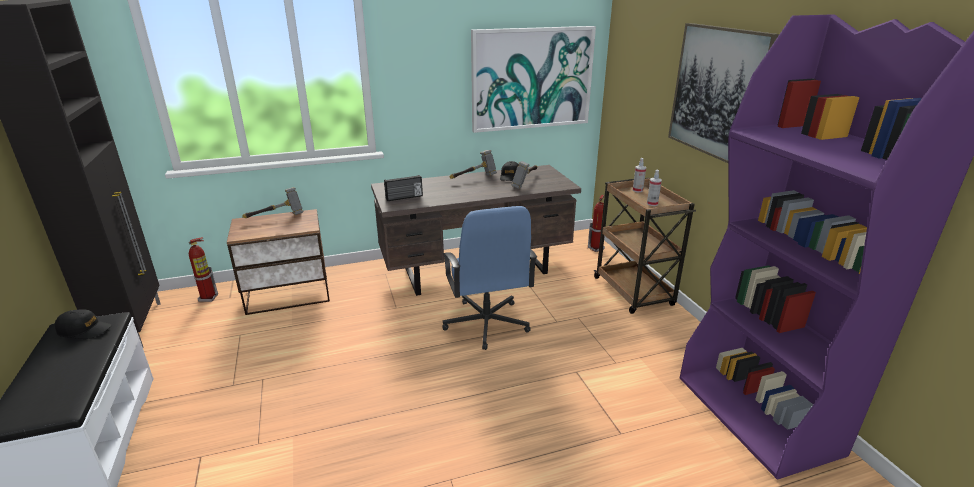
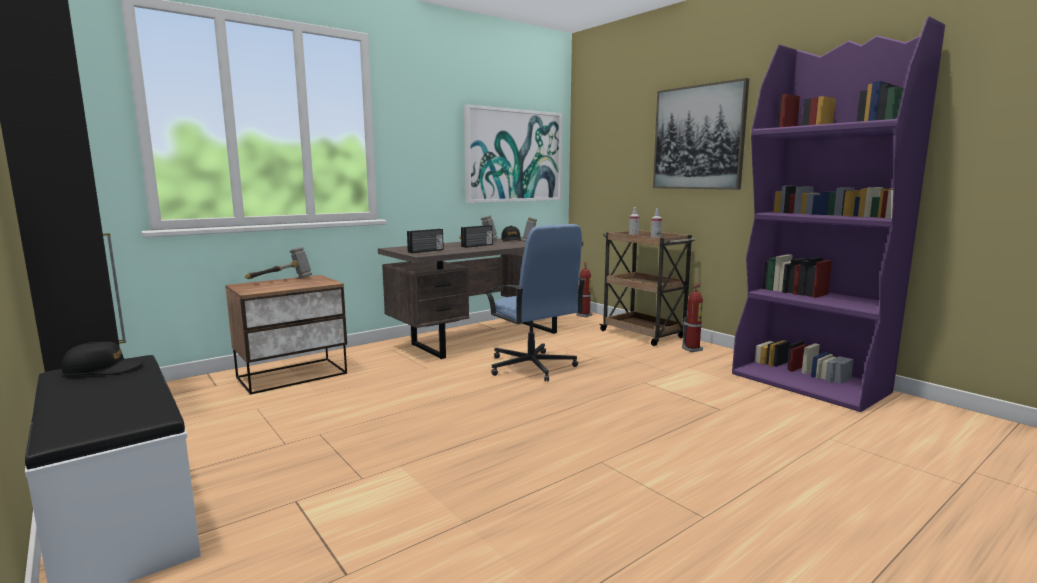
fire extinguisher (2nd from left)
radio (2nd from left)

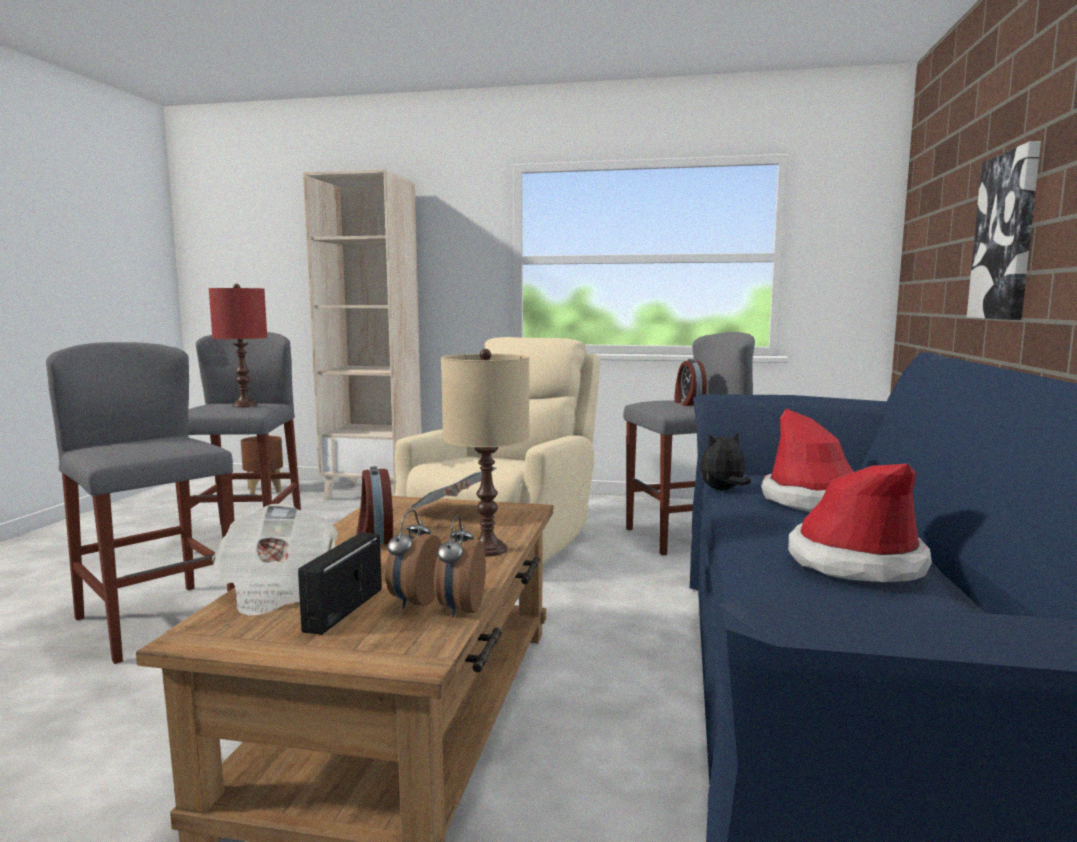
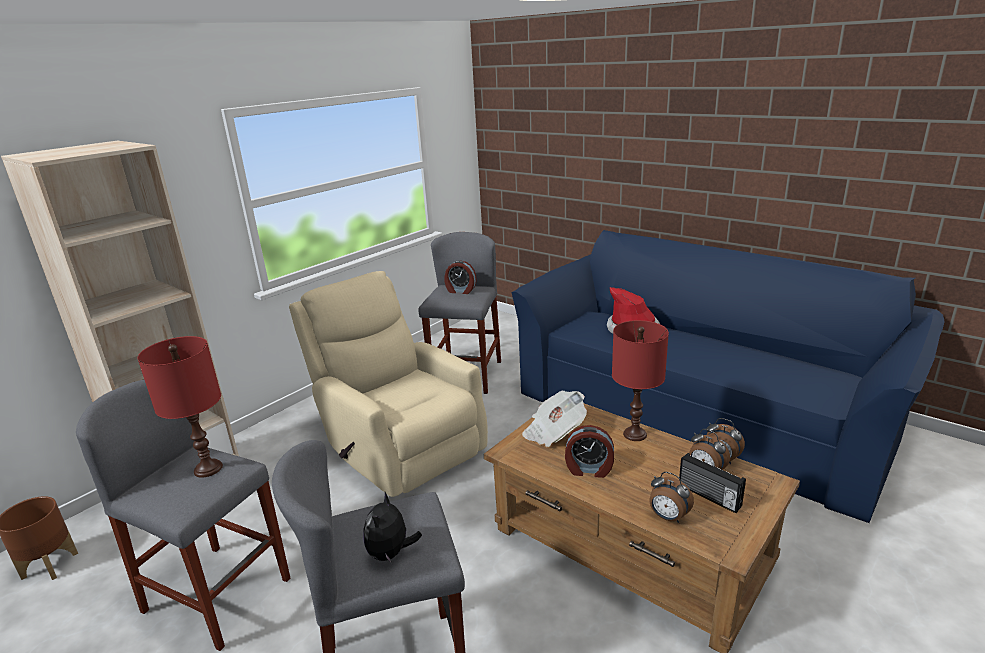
alarm clock (3rd from left)
red-coloured lamp for a table (2nd from left)
soft toy
wearable hat (2nd from left in the first image)
wall art

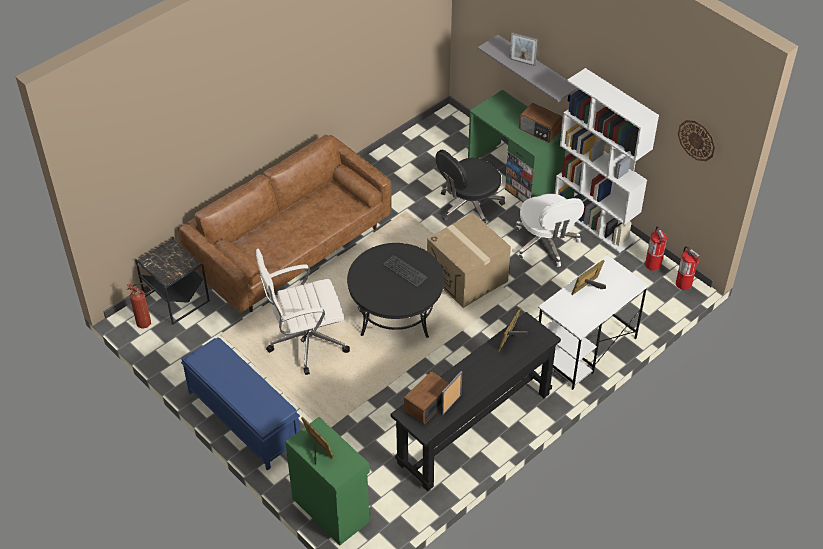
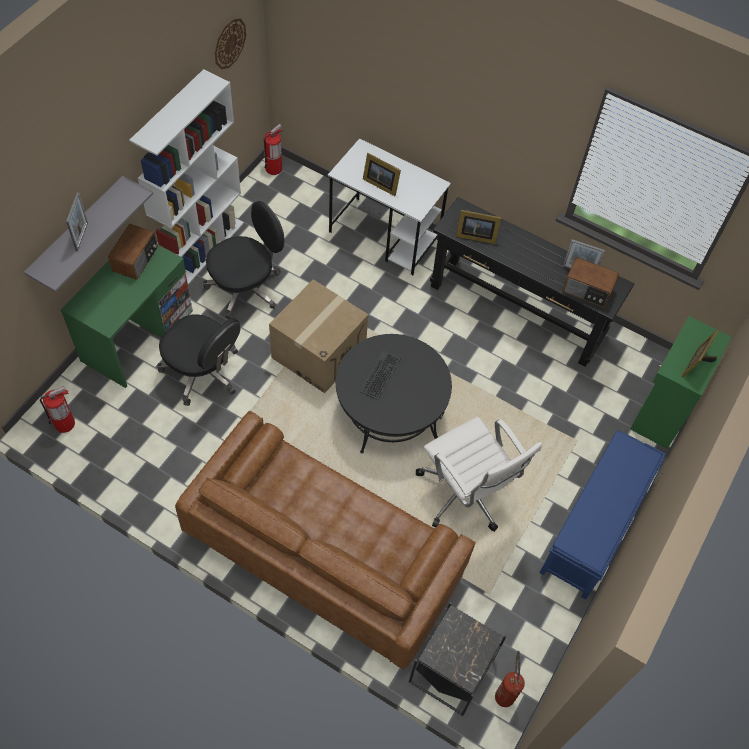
black desk chair (2nd from left)
fire extinguisher (1st from left)

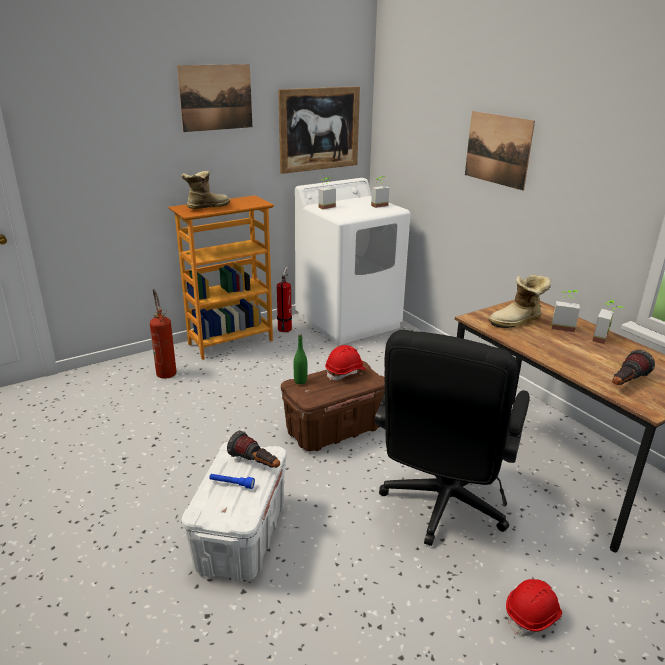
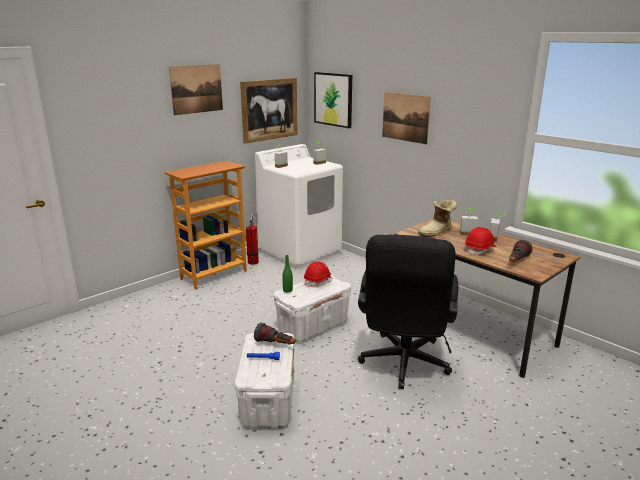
fire extinguisher (1st from left in the first image)
high-top boot (1st from left in the first image)
whitish storage container (2nd from left)
red-coloured safety helmet (2nd from left)
wall art (3rd from left)

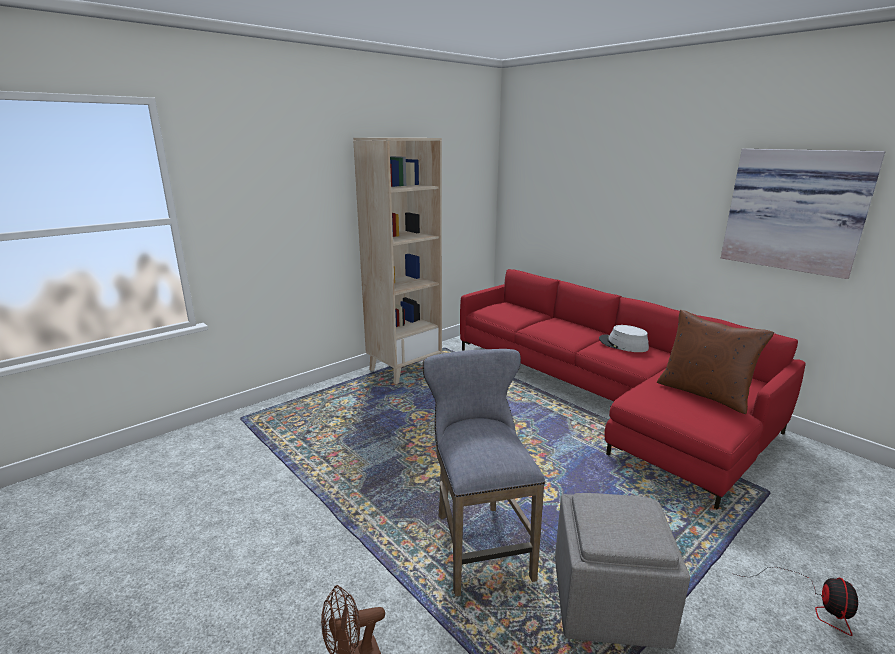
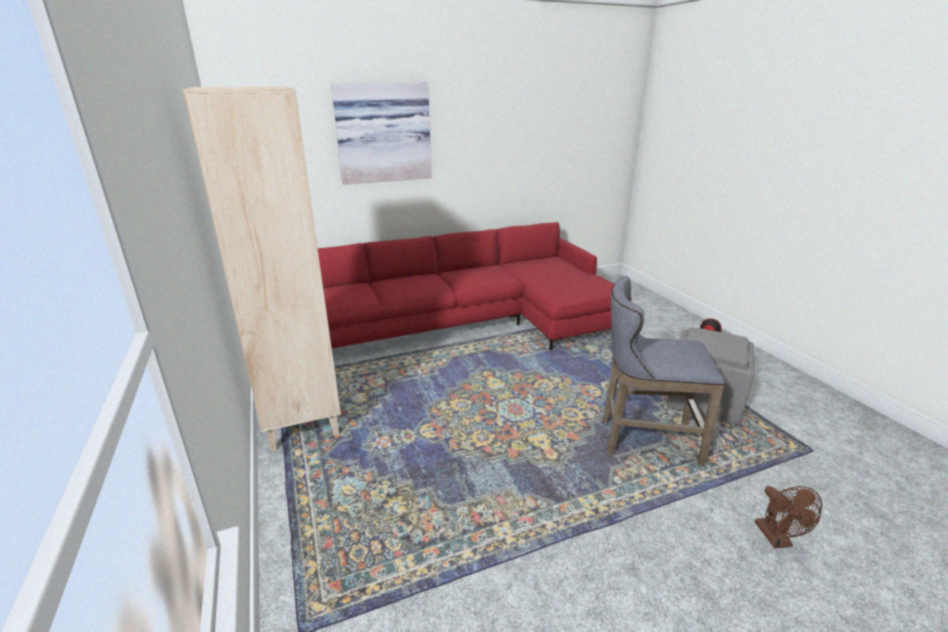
greyish wearable hat
brown cushion
wall art

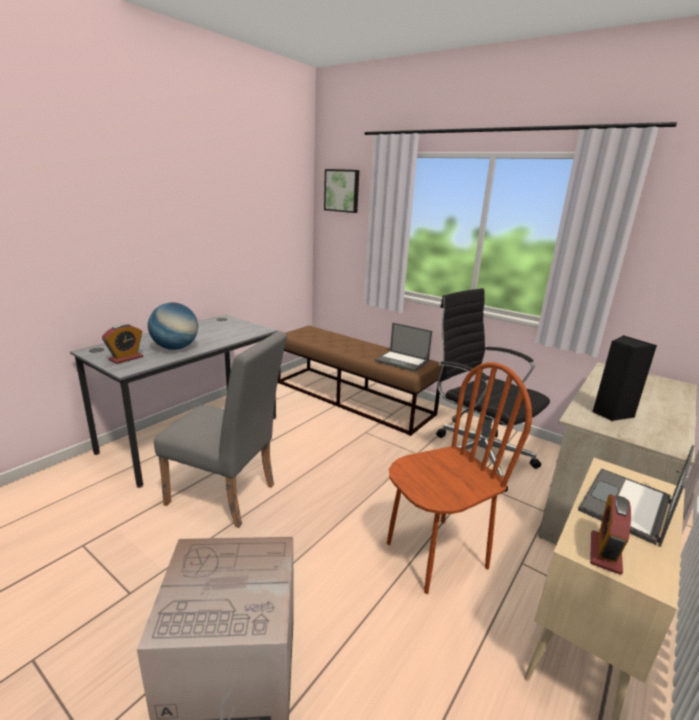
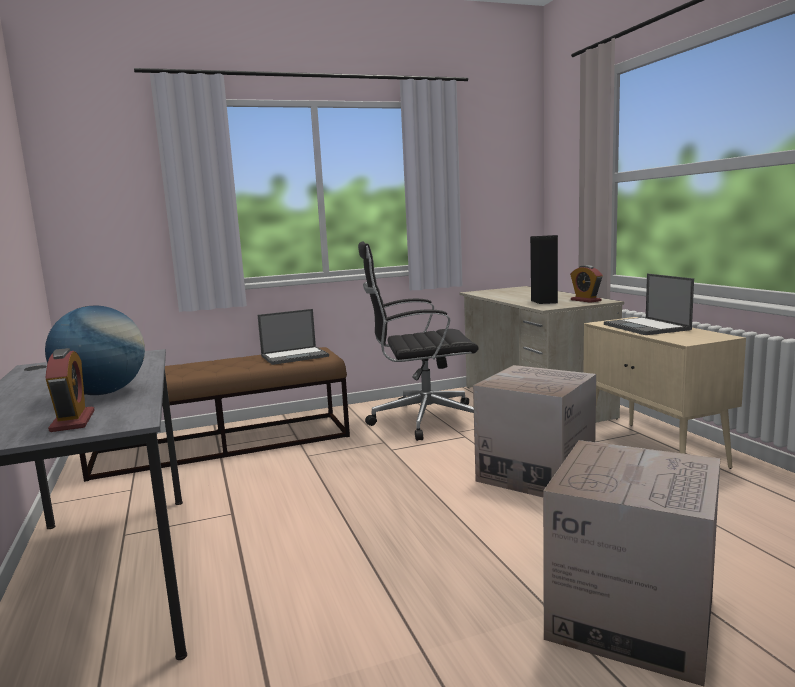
greyish upright chair
wall art
cardboard box (1st from left)
alarm clock (2nd from left)

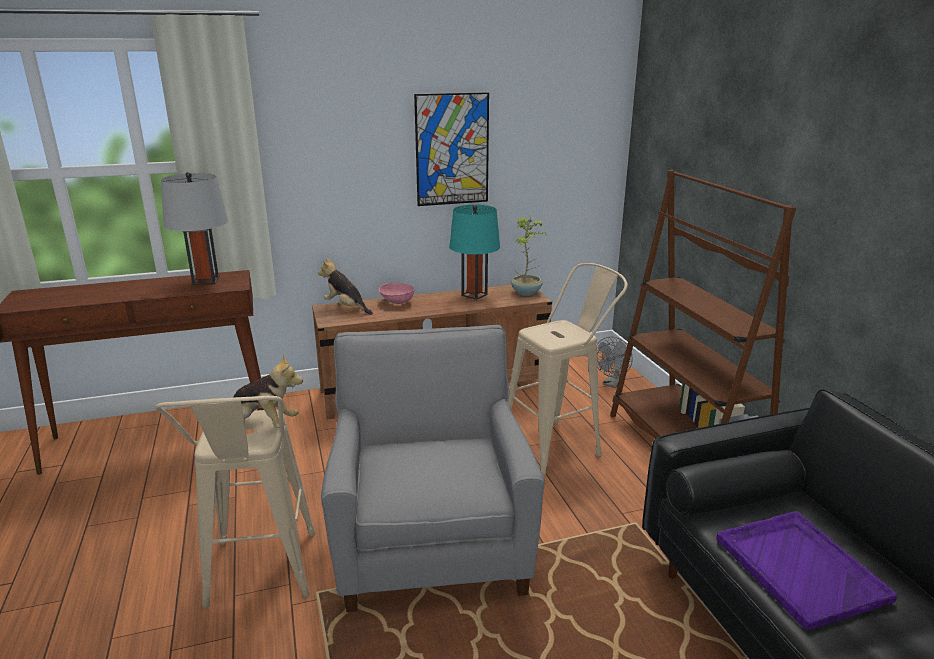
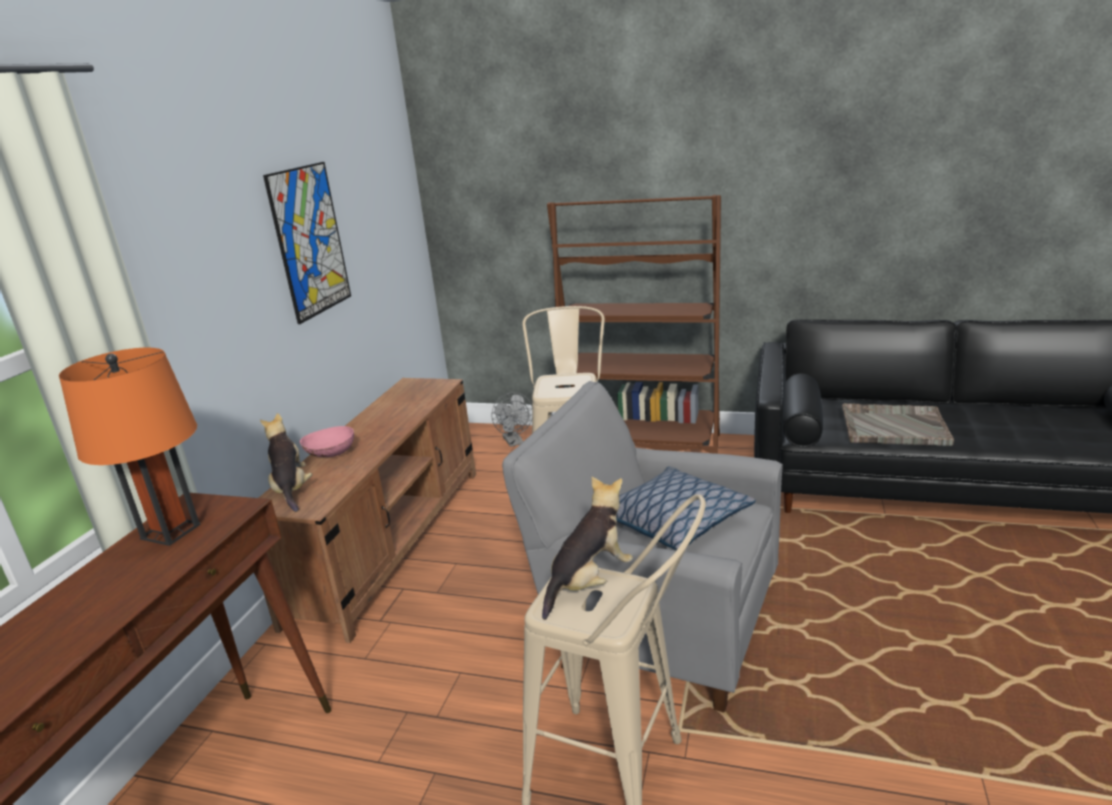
orange lamp for a table
soft toy (1st from left)
turquoise lamp for a table
houseplant
greyish tray
cushion

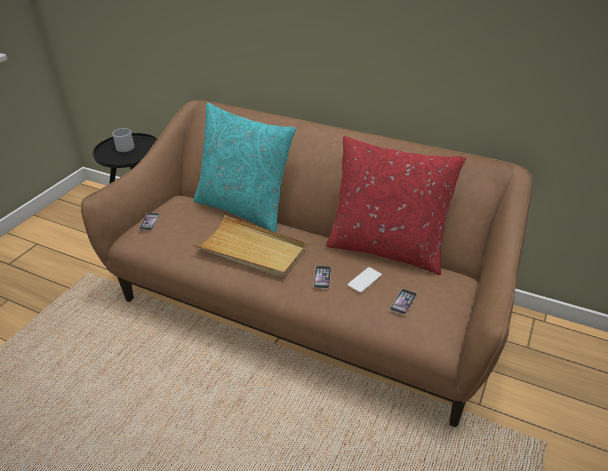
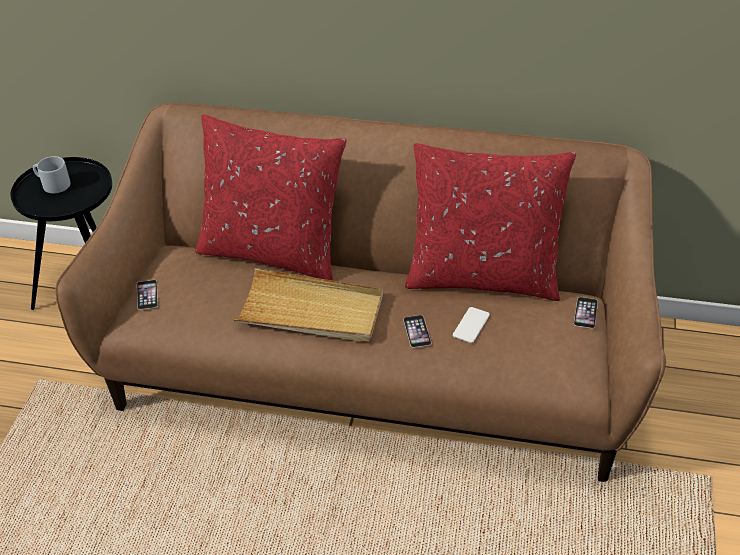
red-coloured cushion (1st from left)
handset (4th from left)

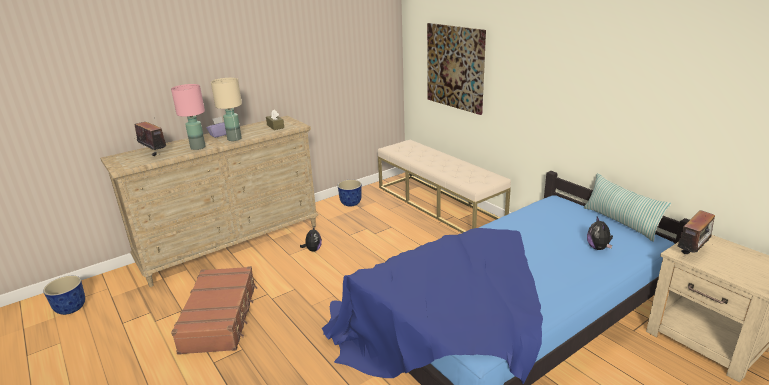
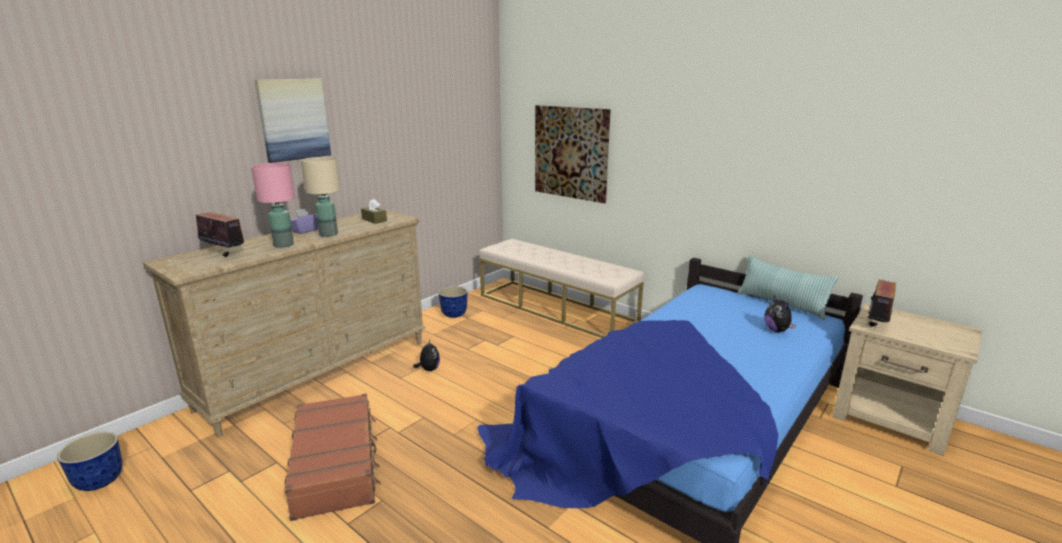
wall art (1st from left)

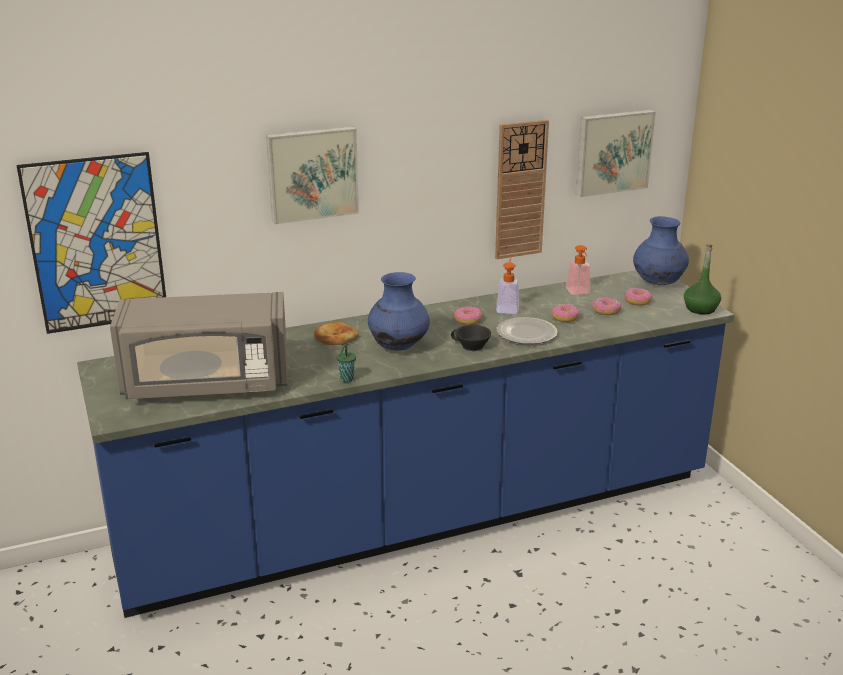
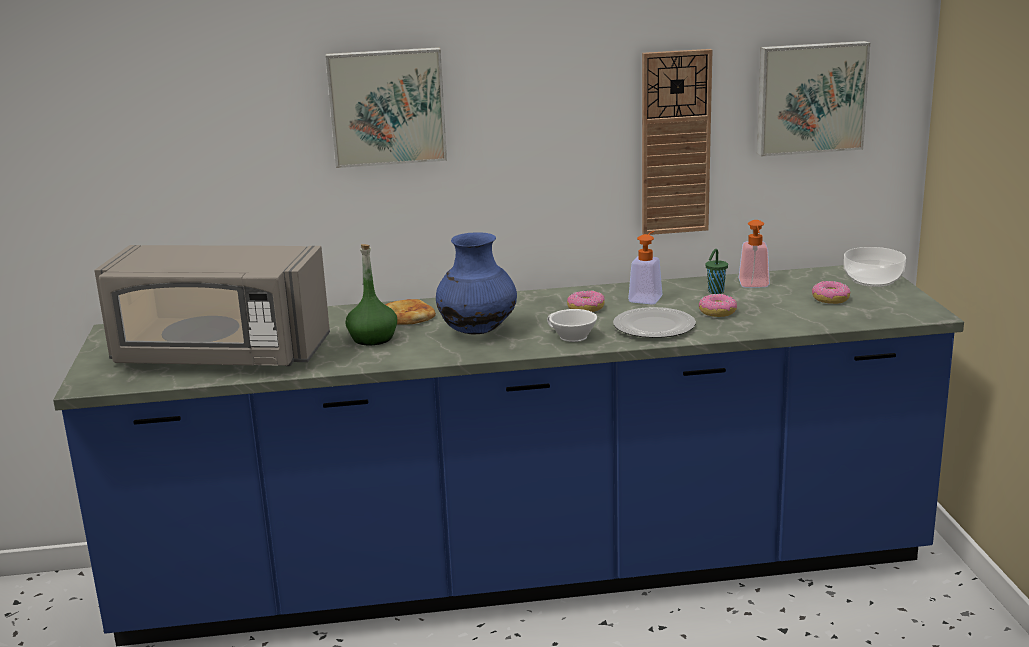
wall art (1st from left in the first image)
green cup
whitish cup
donut (3rd from left in the first image)
bowl
green beverage bottle

